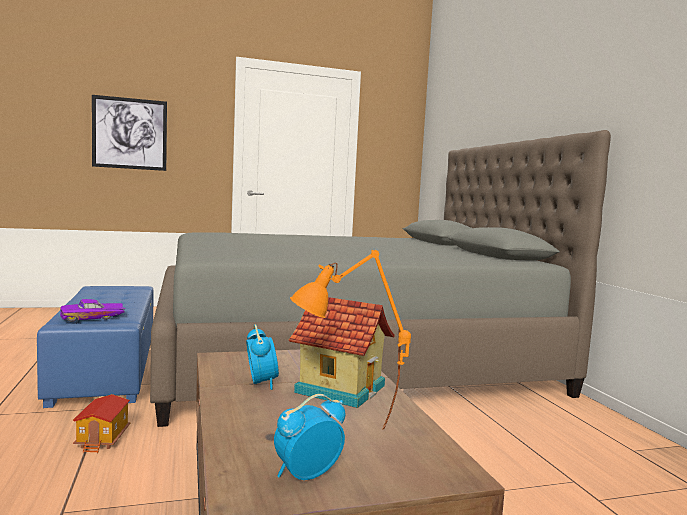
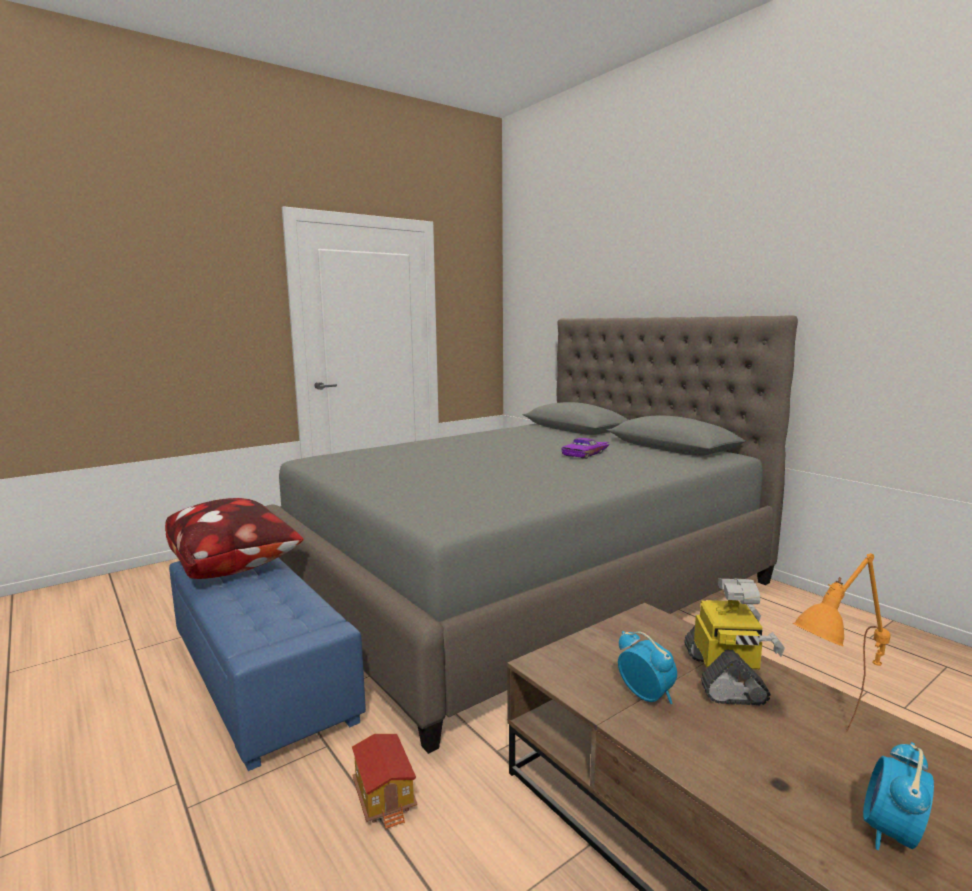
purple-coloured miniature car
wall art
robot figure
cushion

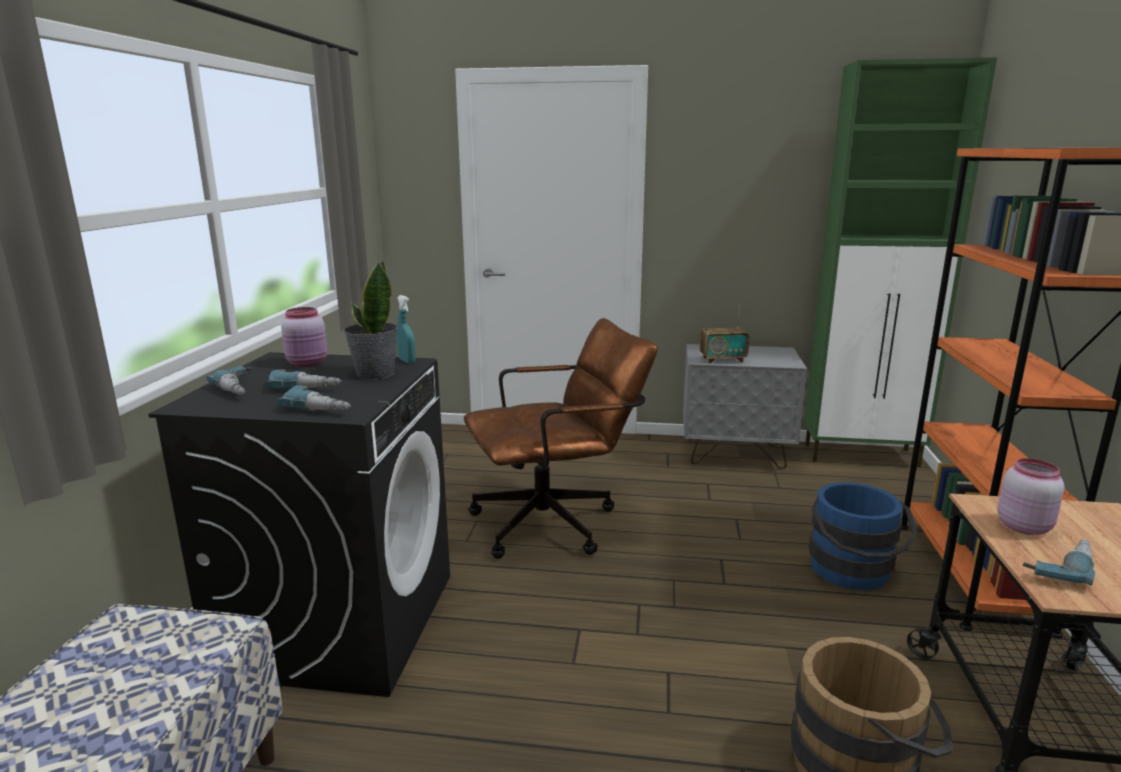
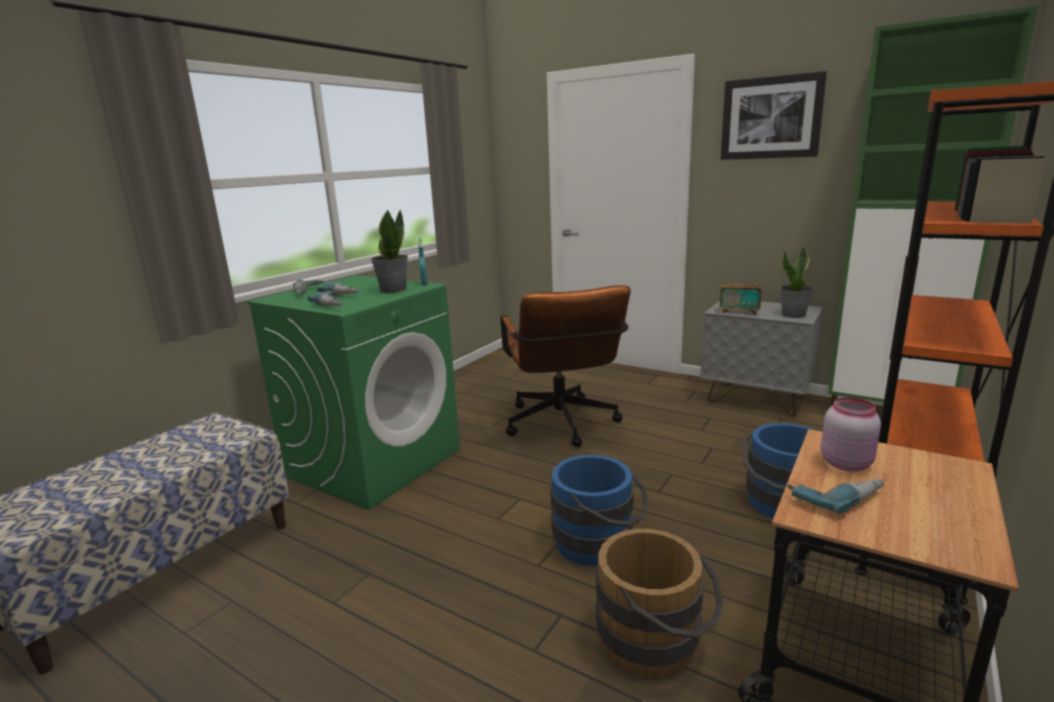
green washing machine
pink preserve jar (1st from left in the first image)
brown desk chair
blue-coloured water bucket (1st from left)
wall art
houseplant (2nd from left)

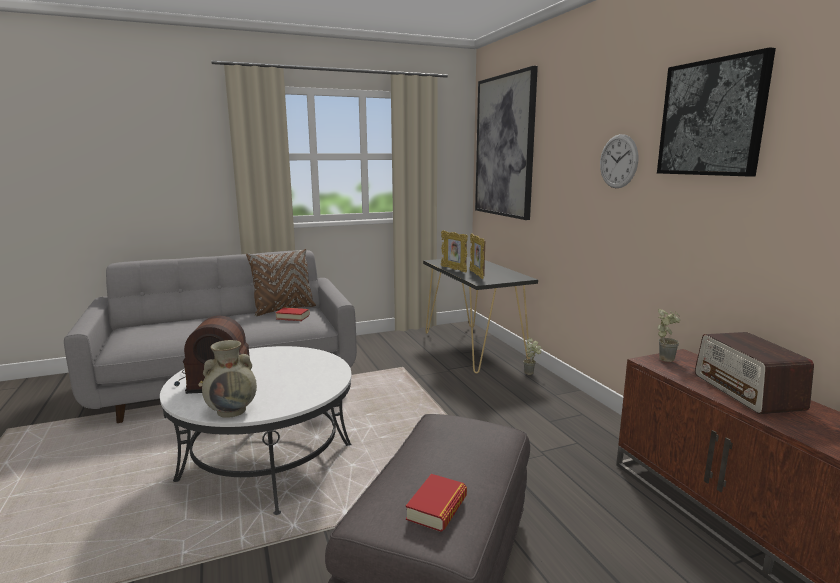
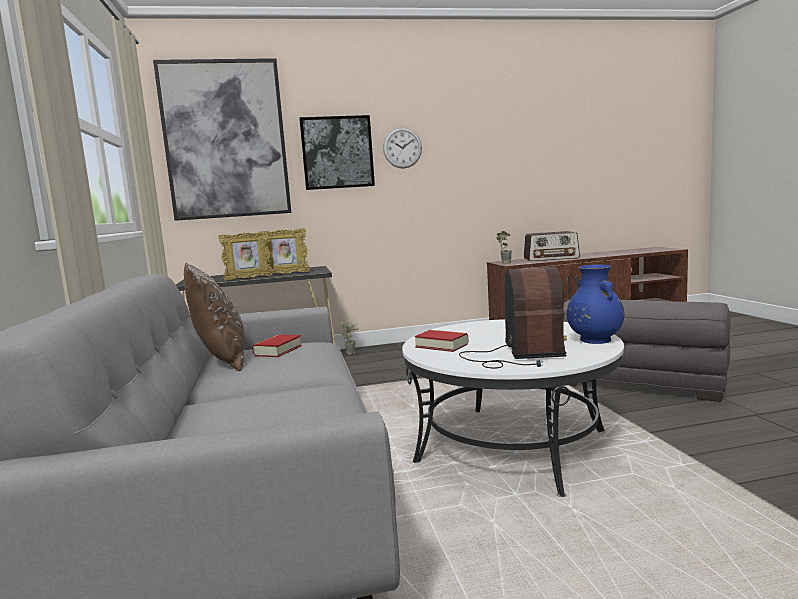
blue-coloured vase
book (2nd from left)
wall art (2nd from left)

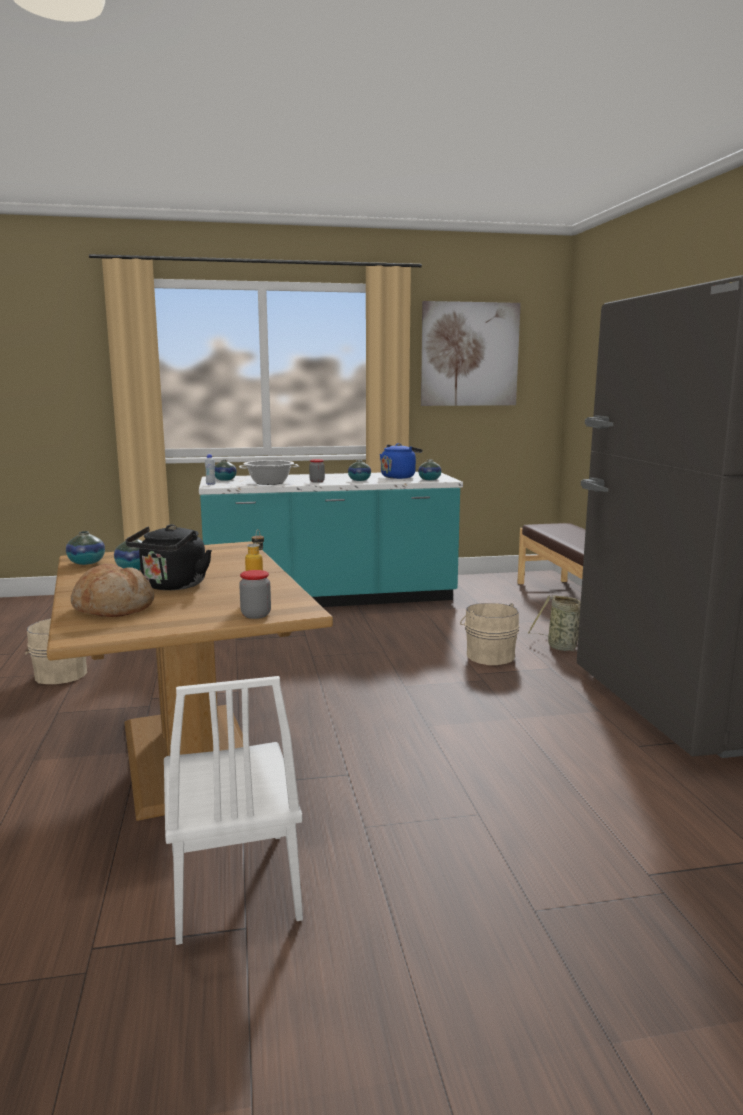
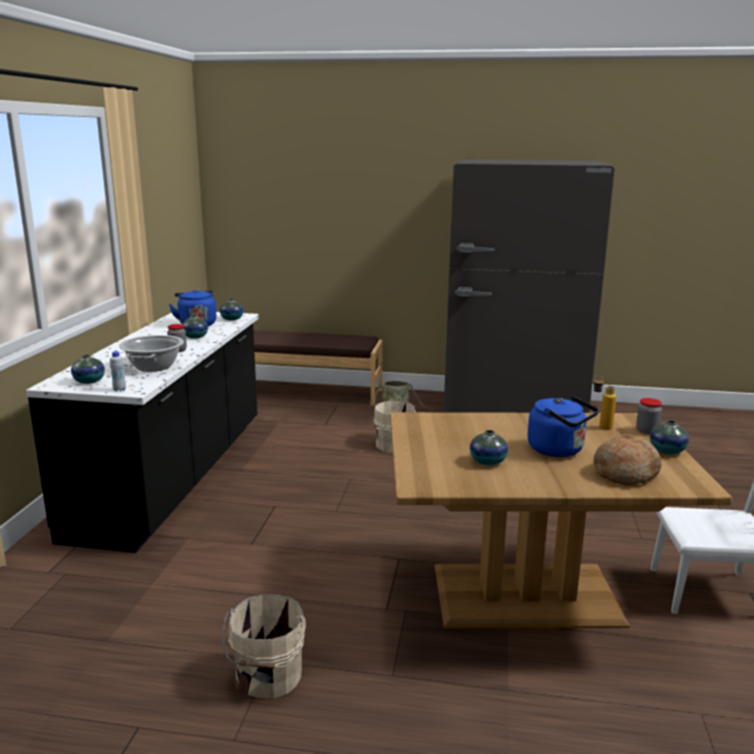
vase (5th from left)
blue-coloured kettle (2nd from left)
black kitchen base unit
wall art

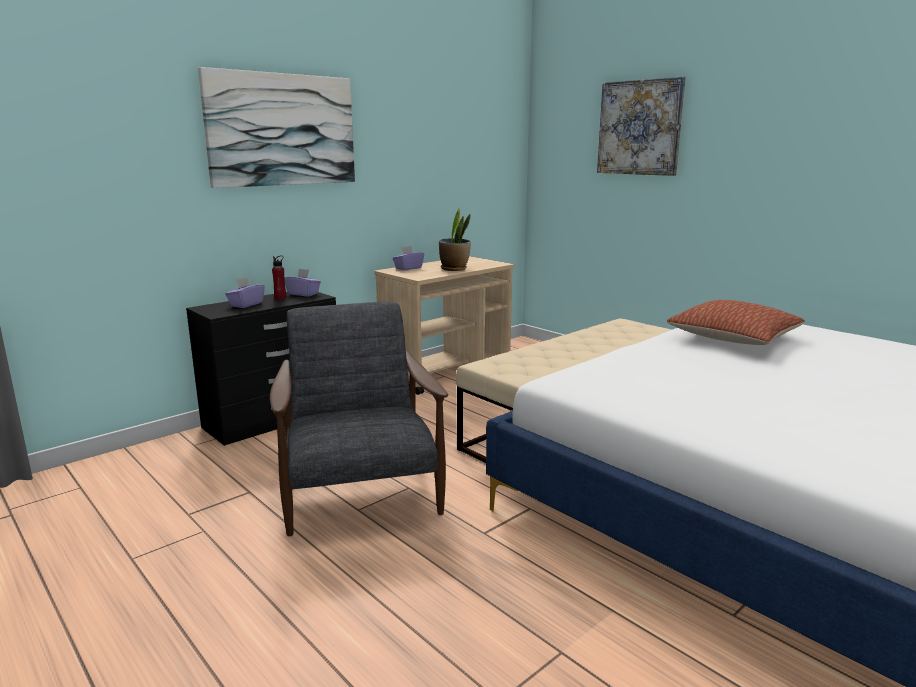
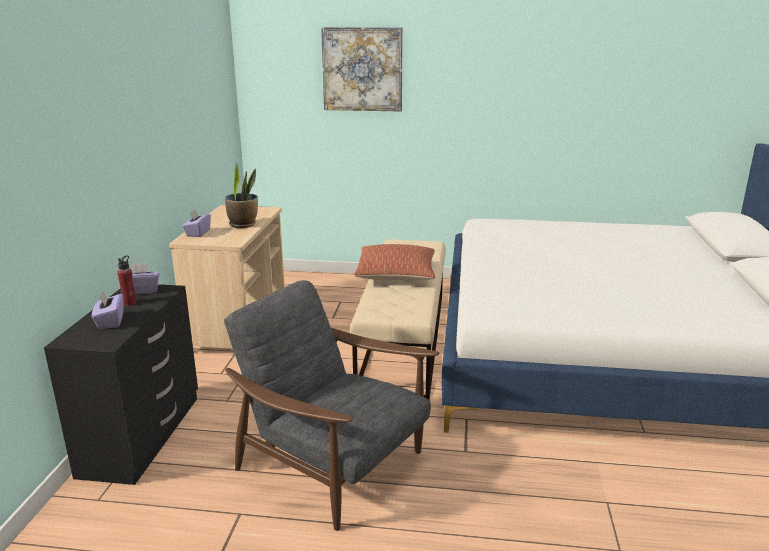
wall art (1st from left in the first image)
cushion

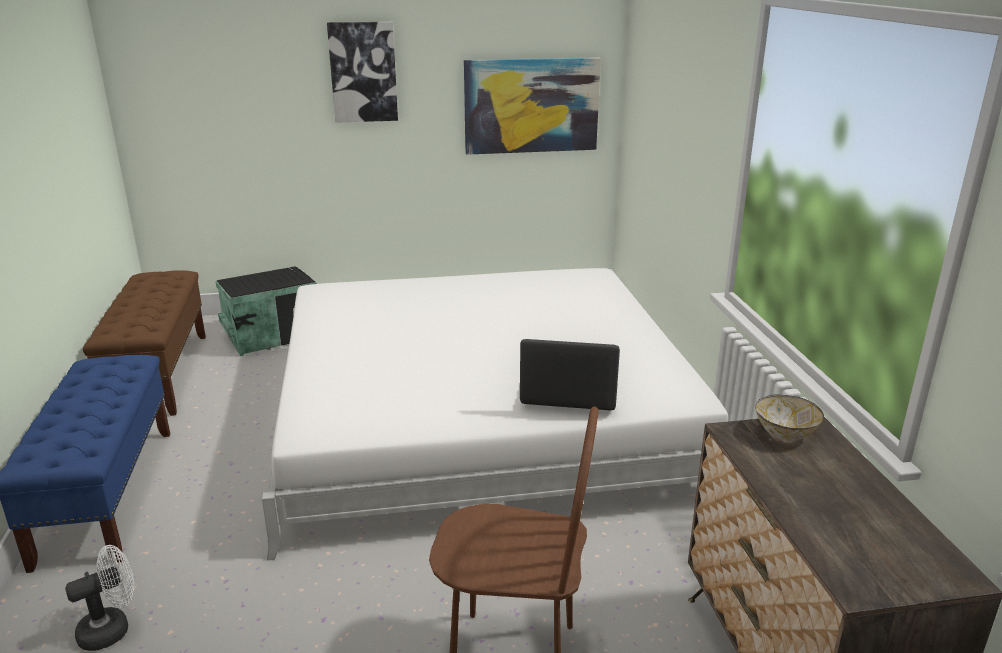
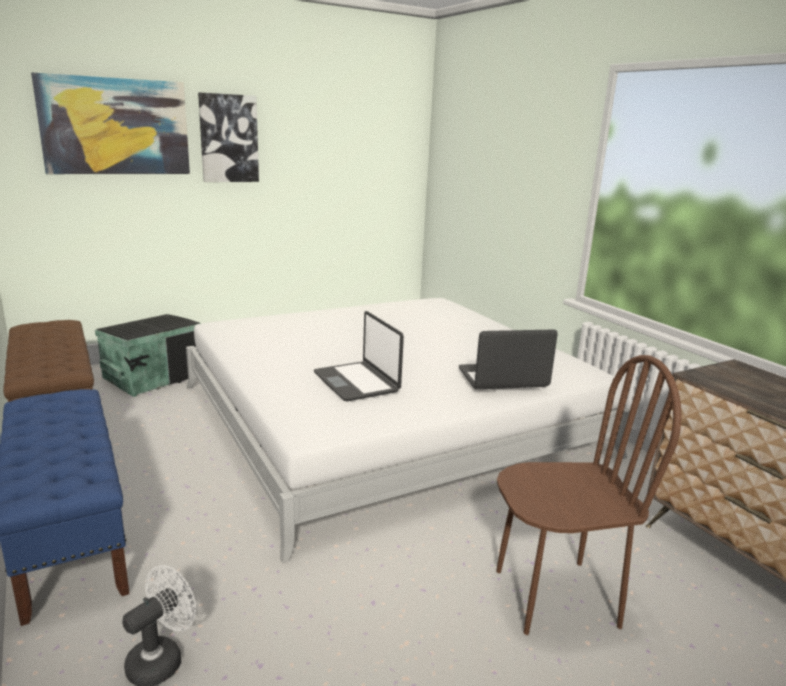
wall art (1st from left)
bowl
notebook computer (1st from left)

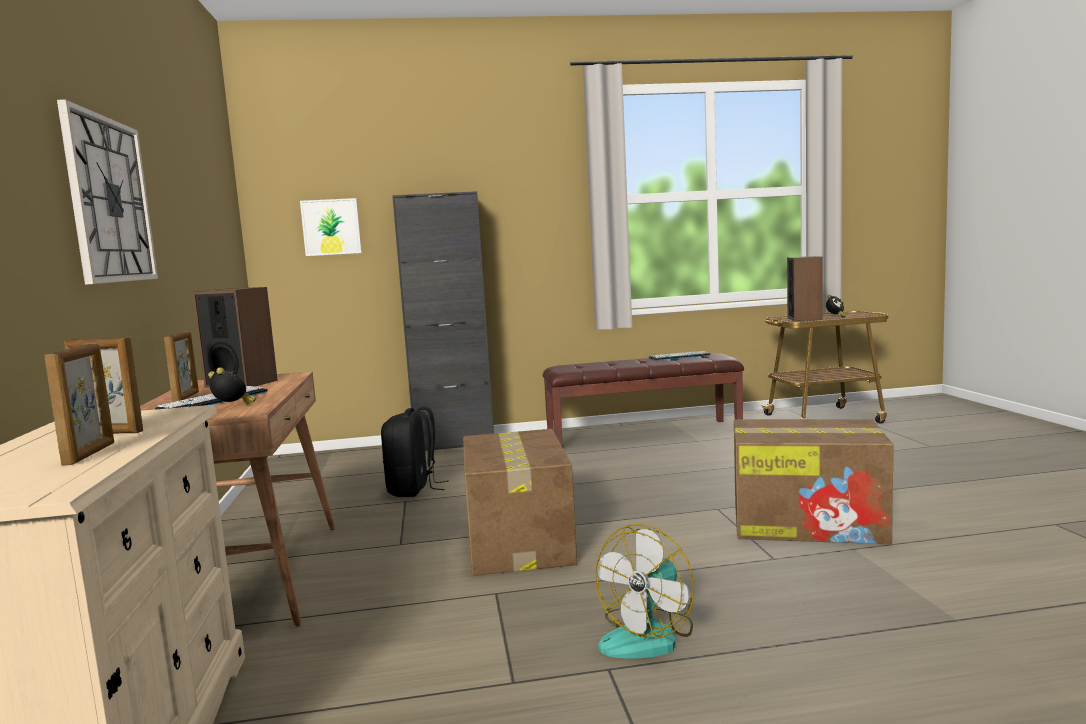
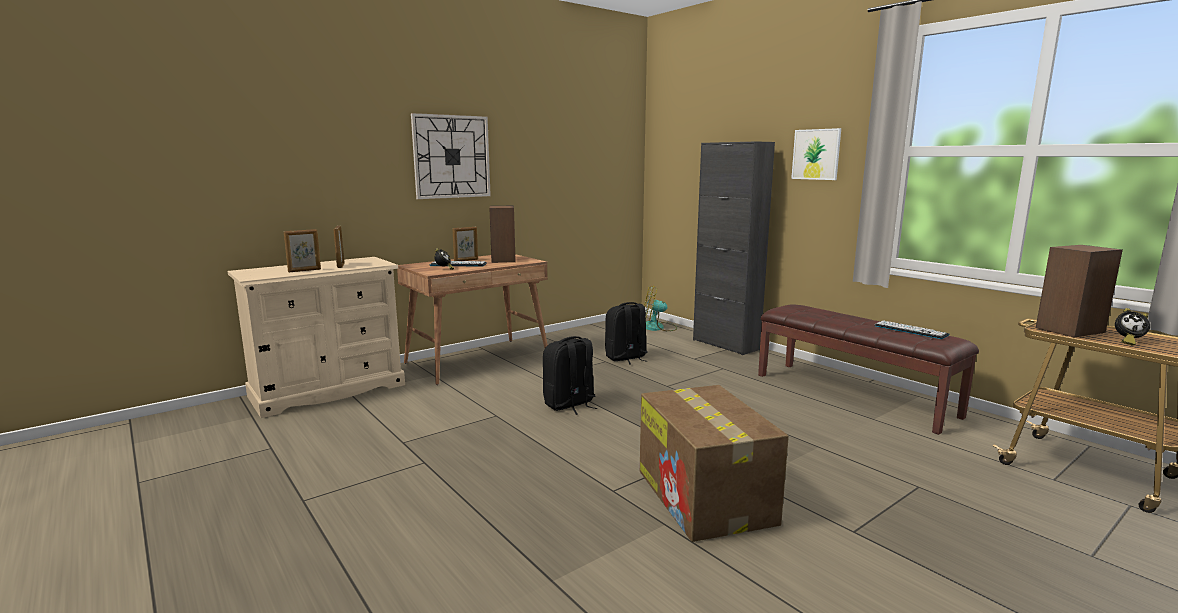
wall art
black backpack (1st from left)
cooling fan

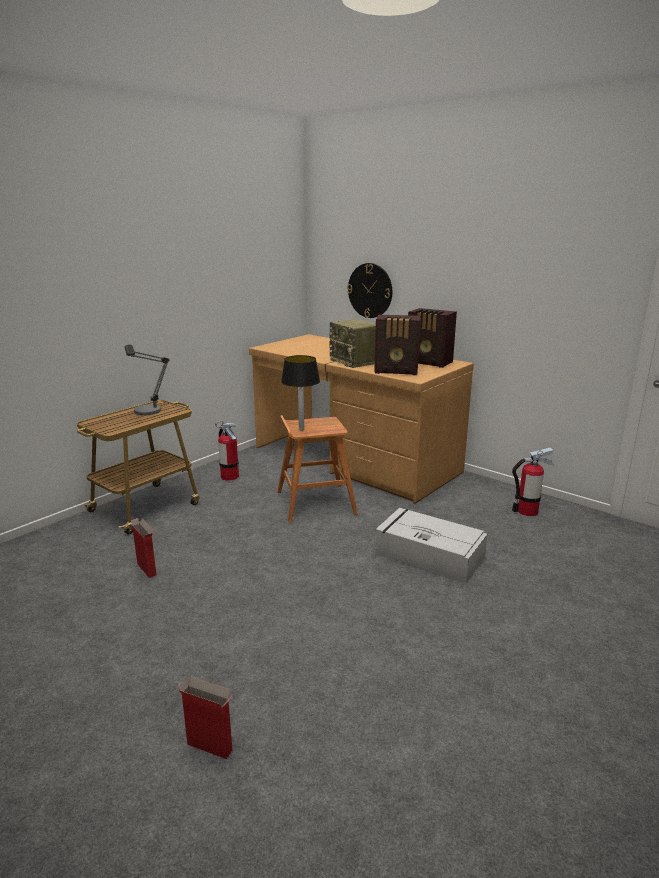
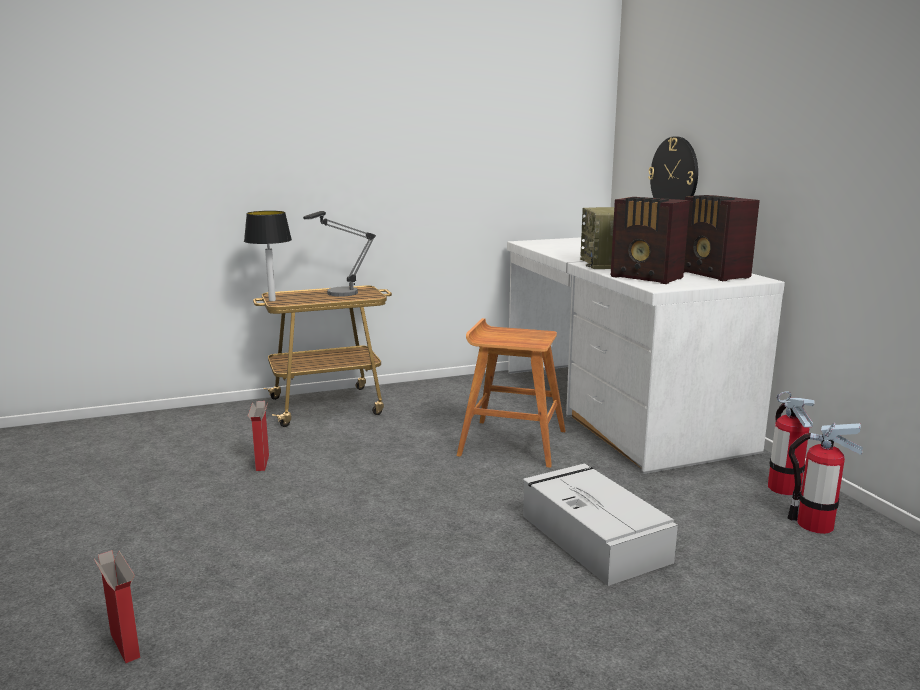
fire extinguisher (1st from left)
whitish desk table
lamp for a table (1st from left)

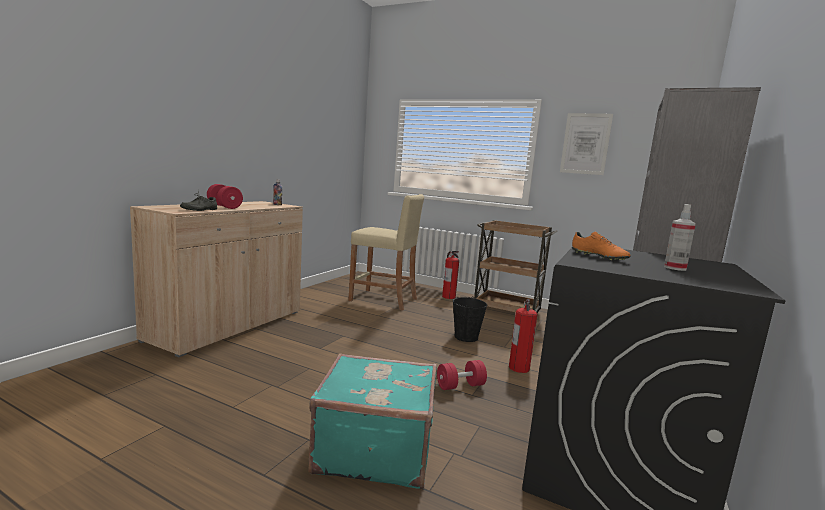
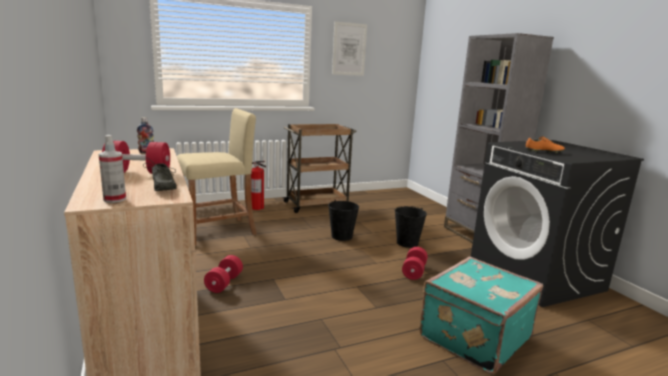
black water bucket (2nd from left)
hand sprayer
red-coloured hand weight (2nd from left)

